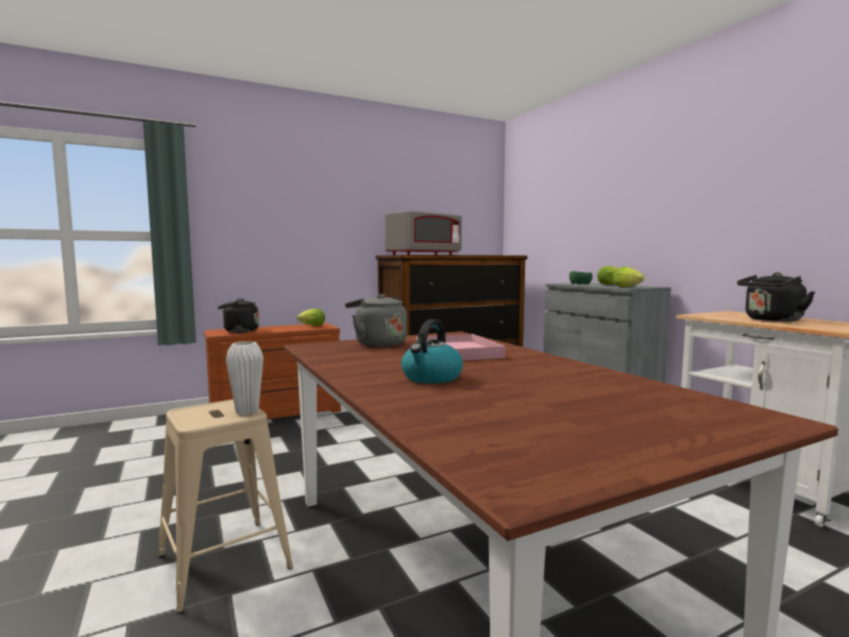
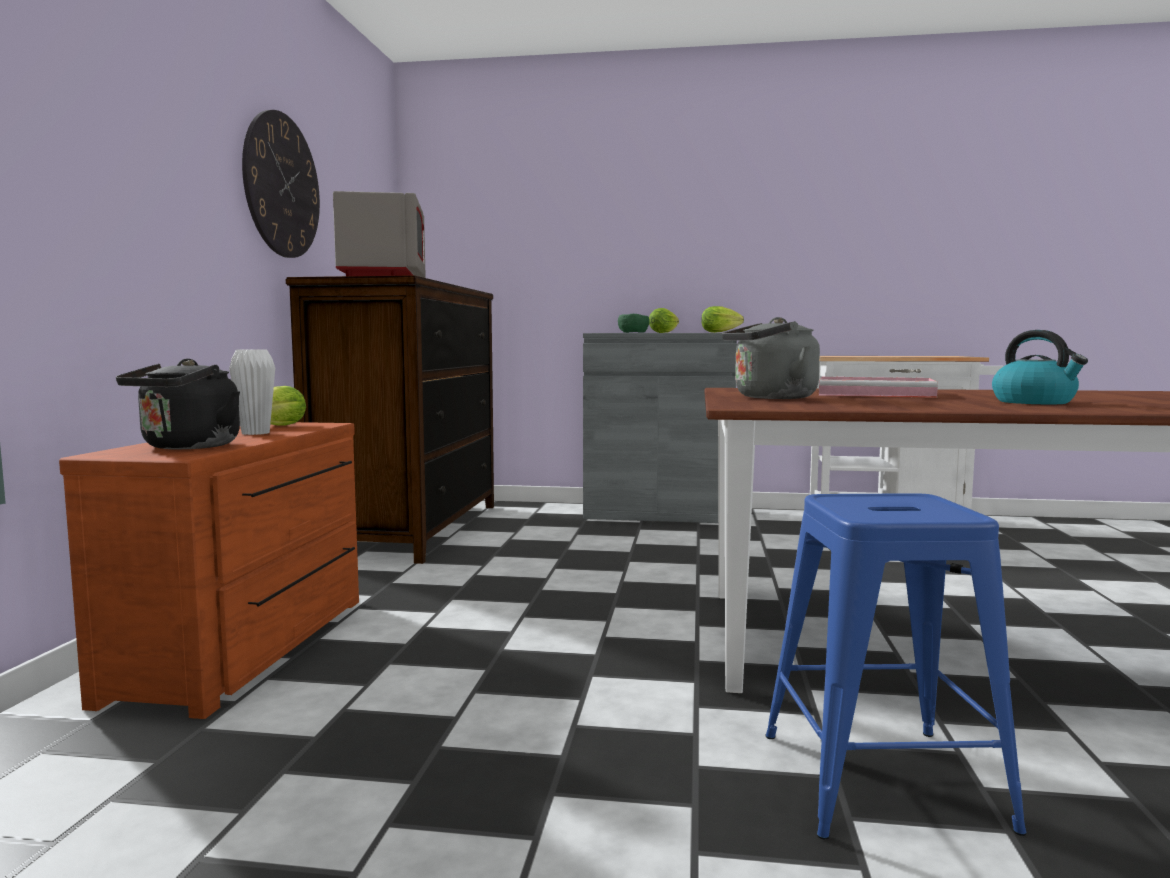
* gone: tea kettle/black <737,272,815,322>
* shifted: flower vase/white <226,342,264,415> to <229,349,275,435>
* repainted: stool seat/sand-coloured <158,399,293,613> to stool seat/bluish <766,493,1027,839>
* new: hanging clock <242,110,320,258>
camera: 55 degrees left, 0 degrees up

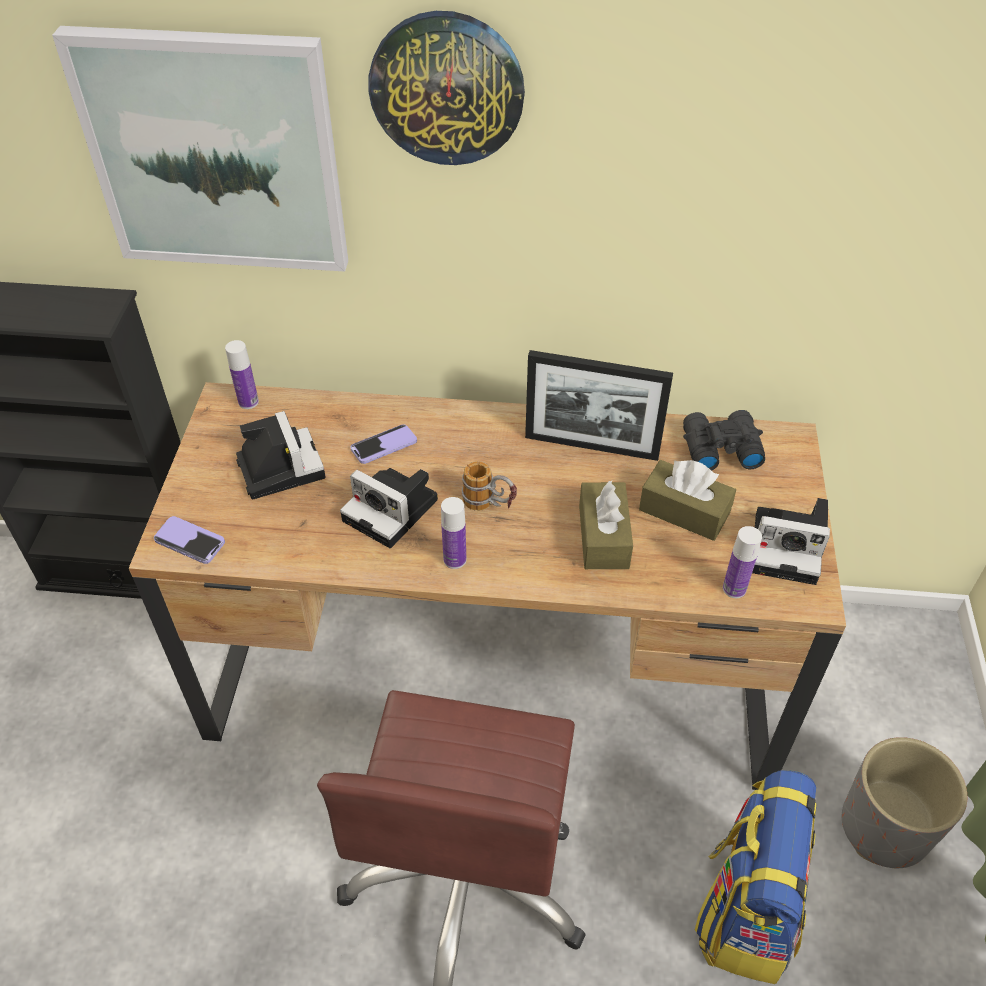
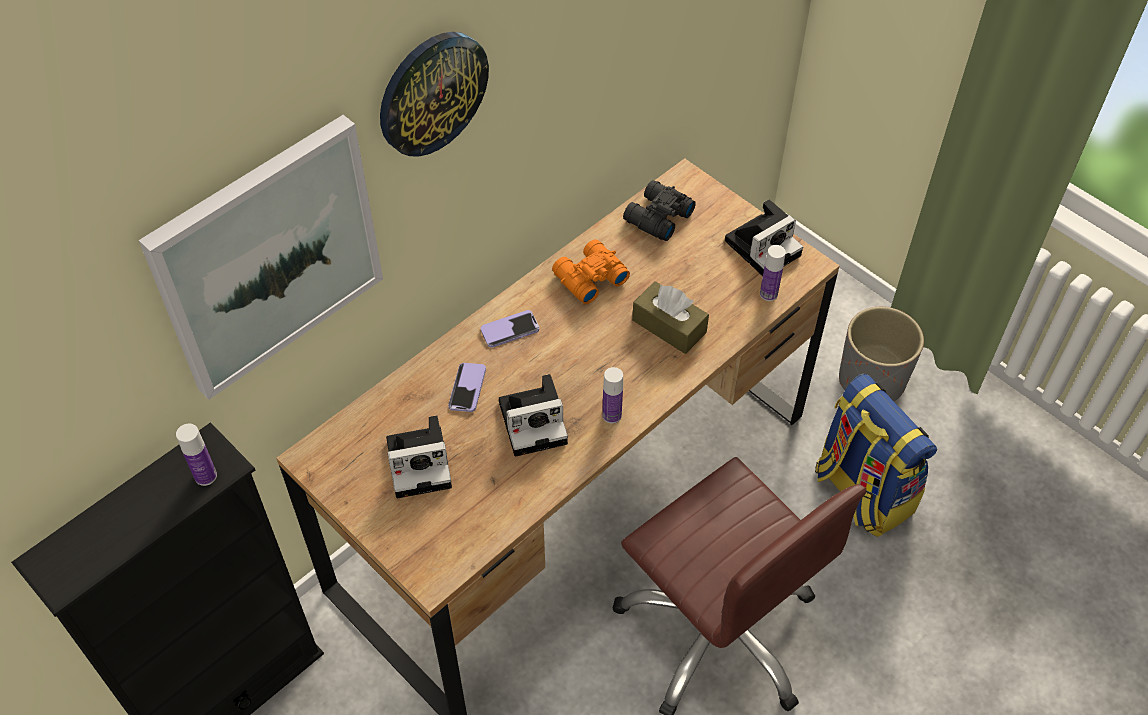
* shifted: bottle <225,340,259,409> to <176,424,217,486>
* swapped: picture frame <525,350,673,461> to pair of binoculars/orange <552,239,630,304>
* rotated: photo camera <236,411,326,500> = <386,415,452,498> 150 degrees clockwise
* gone: box of tissues/brown <639,460,736,541>
* gone: tea mug <462,461,517,511>
* shifted: phone <154,516,225,564> to <481,310,539,348>
camera: 50 degrees left, 5 degrees up

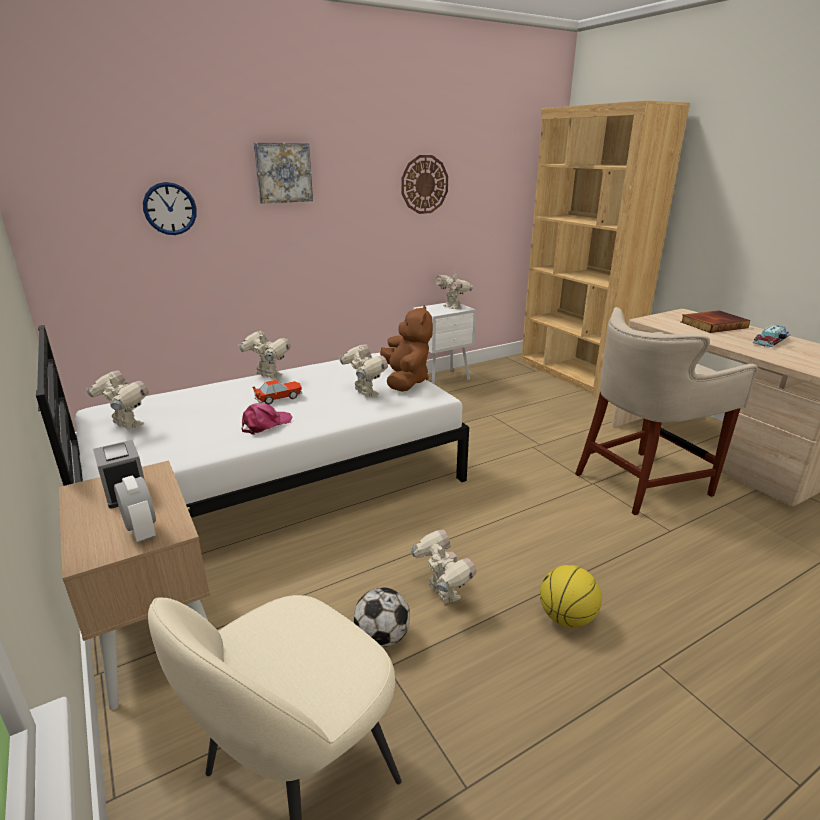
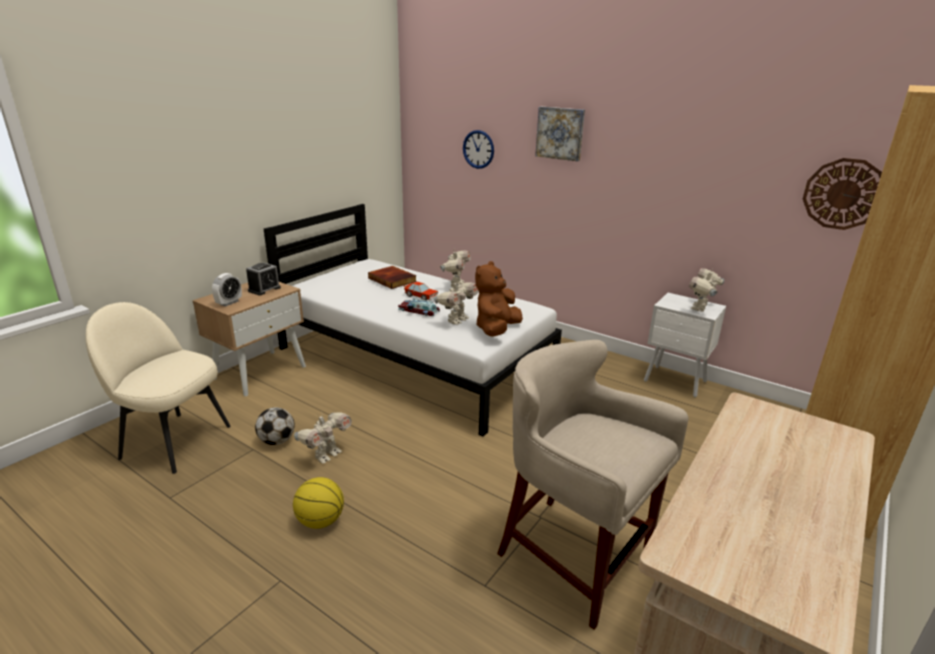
* shifted: hanging clock <401,155,448,214> to <803,158,882,230>
* rotated: plush toy/brown <380,305,433,392> = <475,261,523,337> 150 degrees clockwise
* shifted: volume <681,310,750,333> to <368,266,417,289>
* shifted: model car <753,324,791,347> to <398,298,440,316>
* gone: robot figure <86,370,149,430>
* gone: peaked cap/pink-coloured <242,403,293,435>
camera: 65 degrees right, 0 degrees up

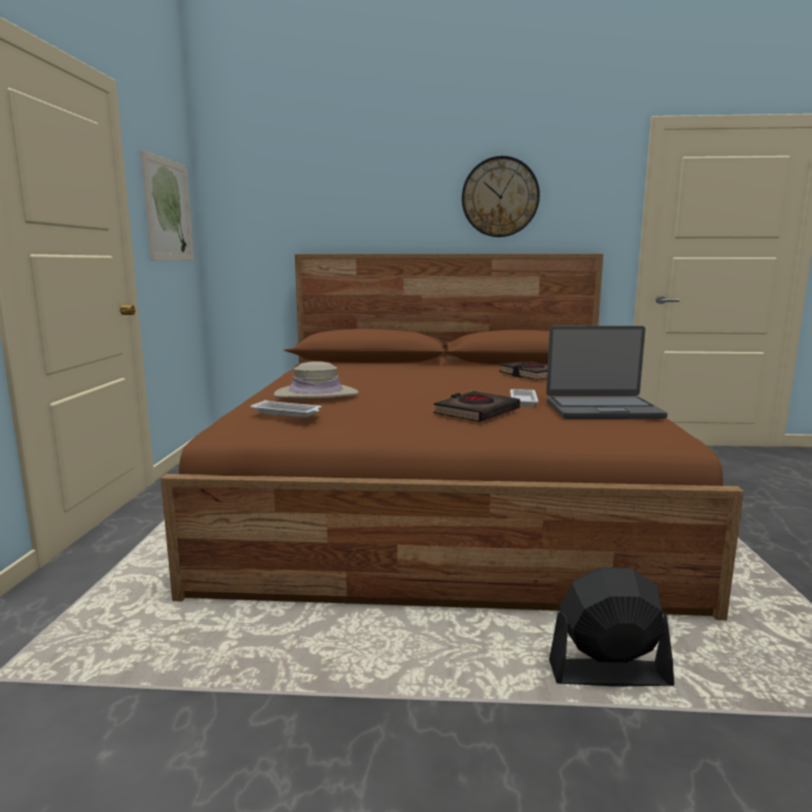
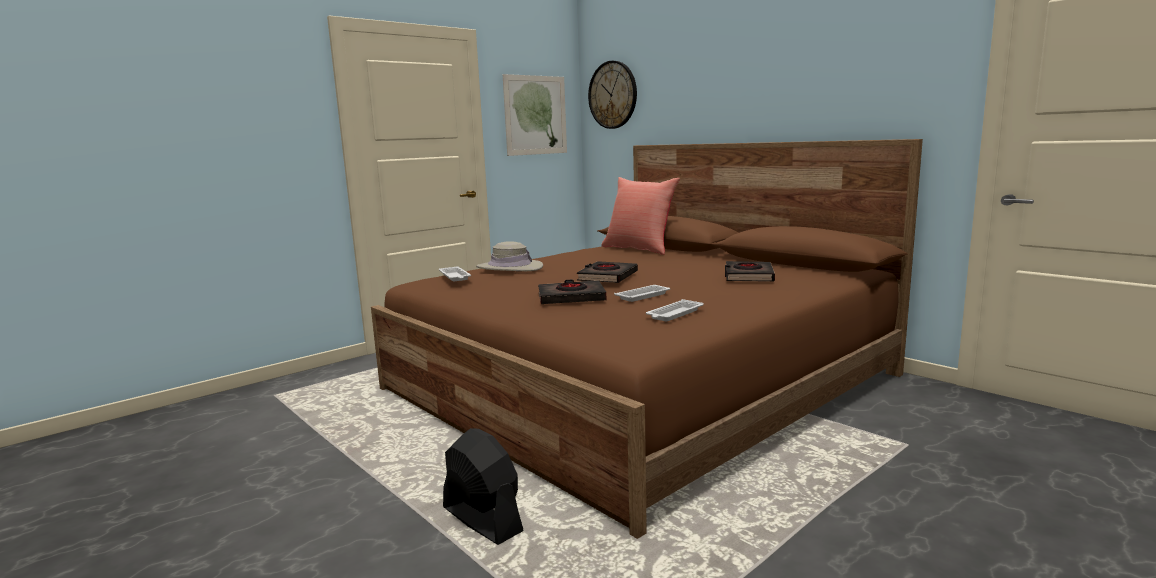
* shifted: hanging clock <462,156,540,237> to <588,61,637,129>
* swapped: notebook computer <546,326,668,419> to serving tray/white <646,299,704,321>
* new: throw pillow/reddish <602,177,680,255>
* new: volume/black <577,261,638,283>
camera: 45 degrees right, 0 degrees up

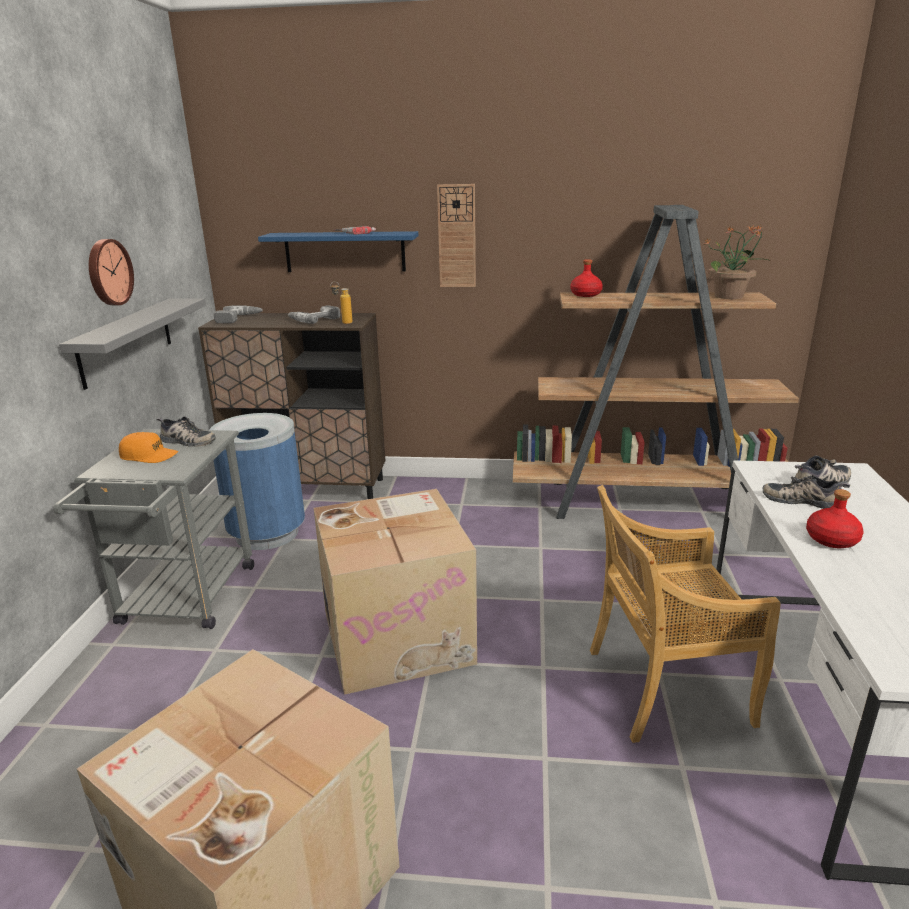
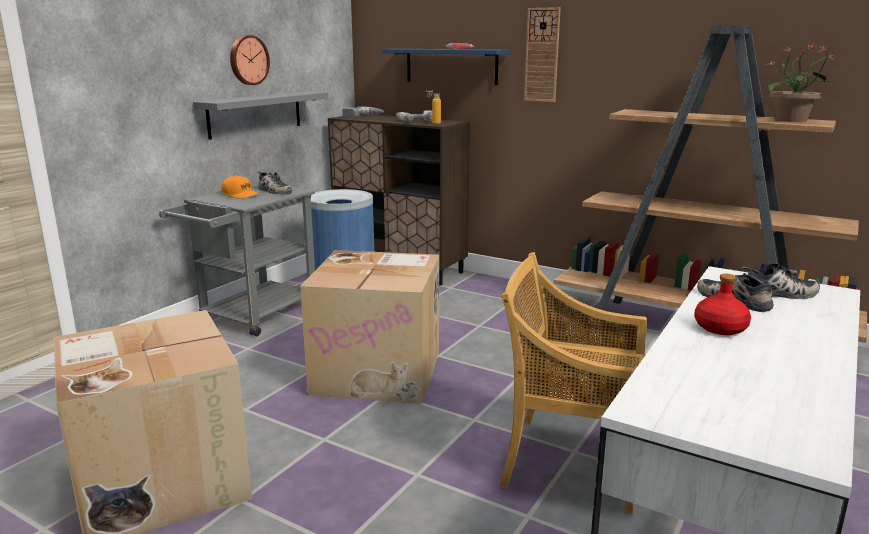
* gone: bottle/reddish <570,259,603,297>
camera: 25 degrees right, 5 degrees down

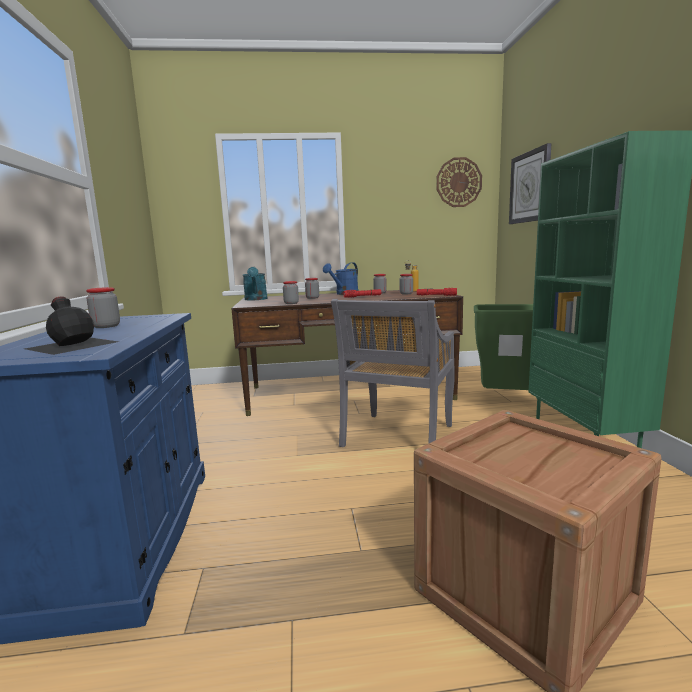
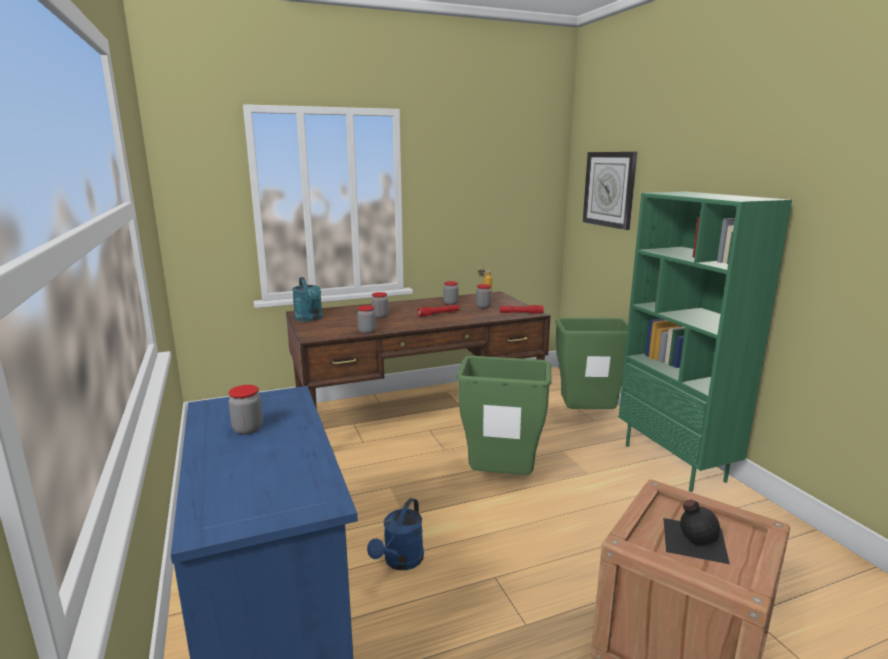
* gone: hanging clock <436,157,482,207>
* shifted: watering can/bluish <323,262,359,295> to <367,498,424,570>
* shifted: bottle/black <25,296,119,355> to <663,499,730,564>
* swapped: chair/gray <331,299,455,447> to trash can/green-coloured <457,356,552,475>
camera: 15 degrees left, 5 degrees up

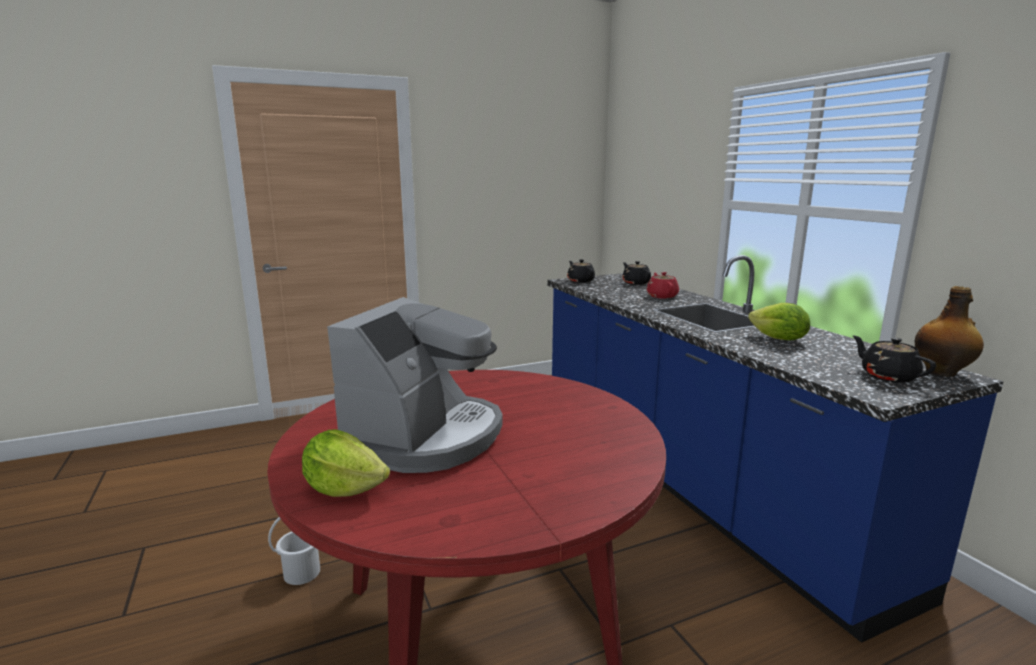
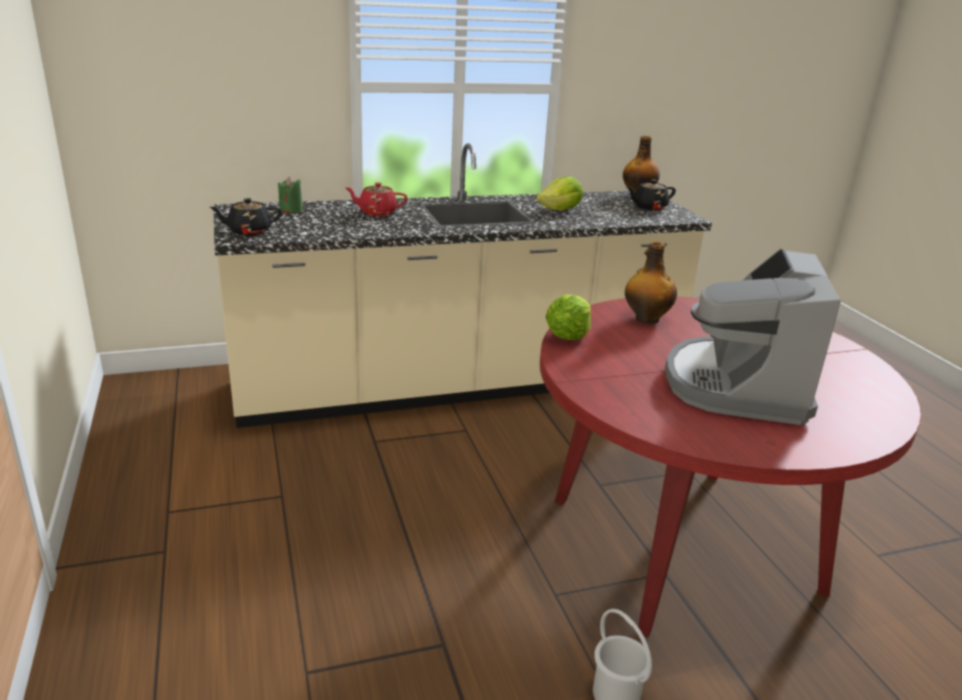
* repainted: counter/bluish <547,255,1004,643> to counter/sand-coloured <213,143,712,428>
* swapped: teapot/black <622,261,651,285> to wax light/green-coloured <278,177,303,213>
* rotated: coffee machine <327,297,503,473> = <665,248,841,425> 105 degrees counterclockwise
* shifted: lettuce <302,429,390,497> to <545,294,591,340>
* new: bottle <625,241,677,324>
camera: 85 degrees left, 10 degrees up

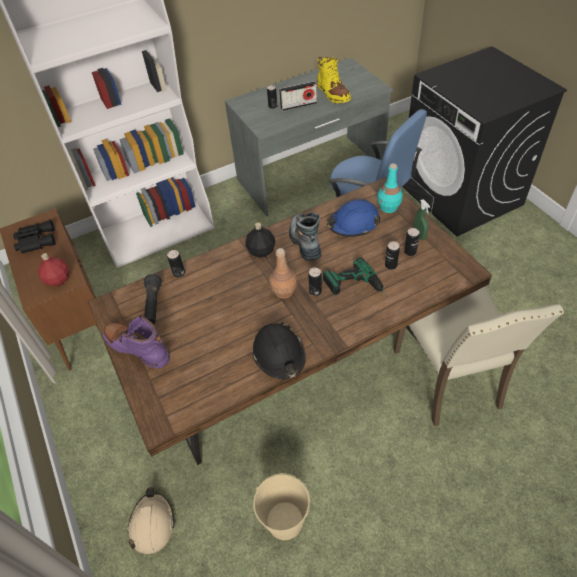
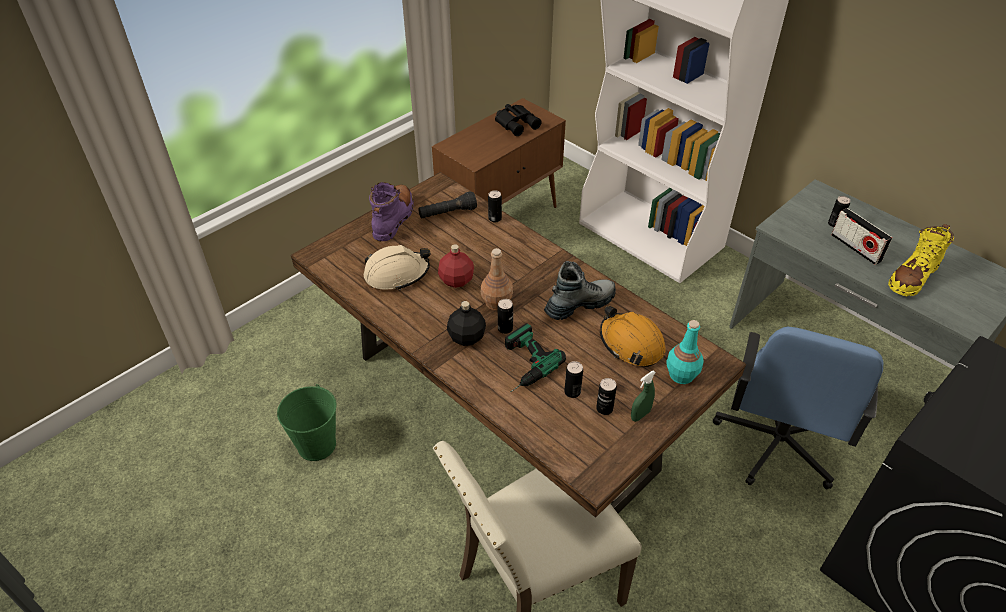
* repainted: safety helmet/bluish <327,199,380,237> to safety helmet/orange <600,306,666,367>
* shifted: bottle/black <246,223,275,258> to <447,301,486,346>
* shifted: bottle/reddish <38,253,70,287> to <438,244,474,288>
* gone: safety helmet/black <253,322,306,379>
* repainted: water bucket/sand-coloured <253,473,310,540> to water bucket/green-coloured <277,384,336,461>
* shifted: safety helmet/sand-coloured <128,487,174,554> to <364,245,430,290>
camera: 70 degrees right, 5 degrees down

